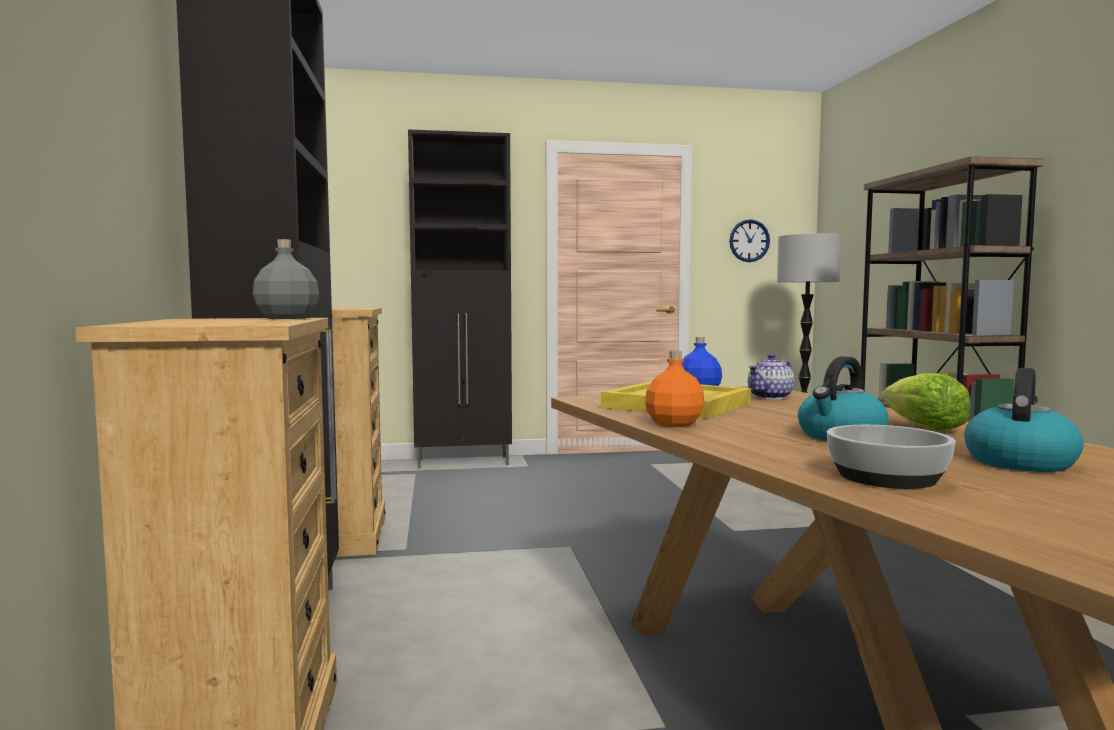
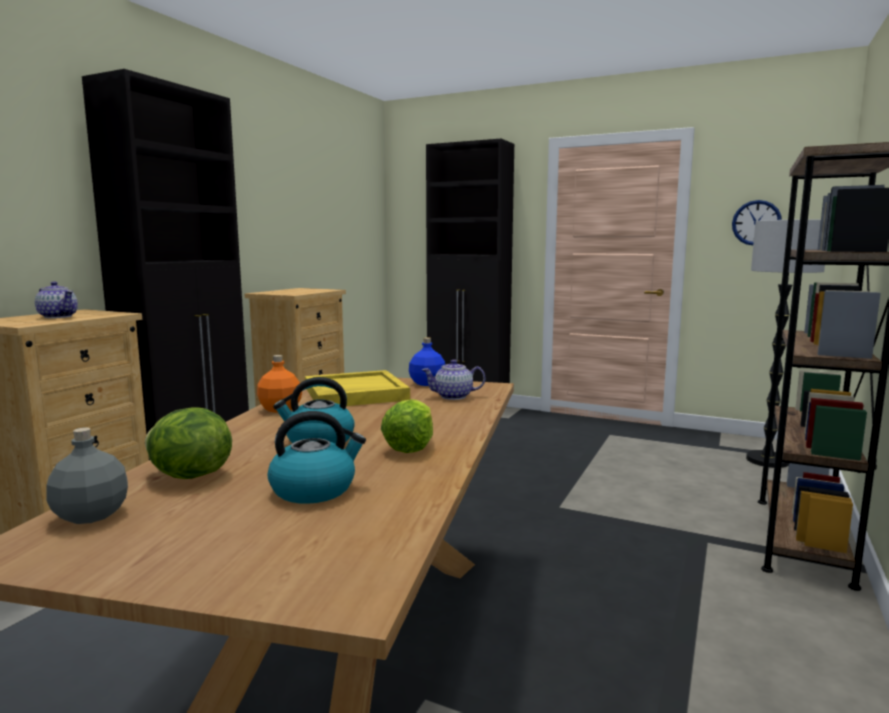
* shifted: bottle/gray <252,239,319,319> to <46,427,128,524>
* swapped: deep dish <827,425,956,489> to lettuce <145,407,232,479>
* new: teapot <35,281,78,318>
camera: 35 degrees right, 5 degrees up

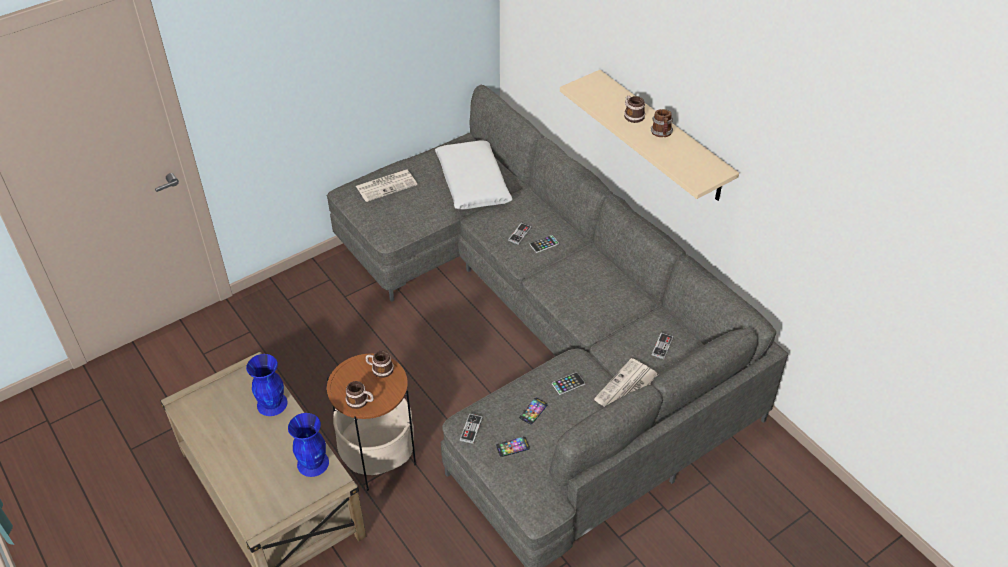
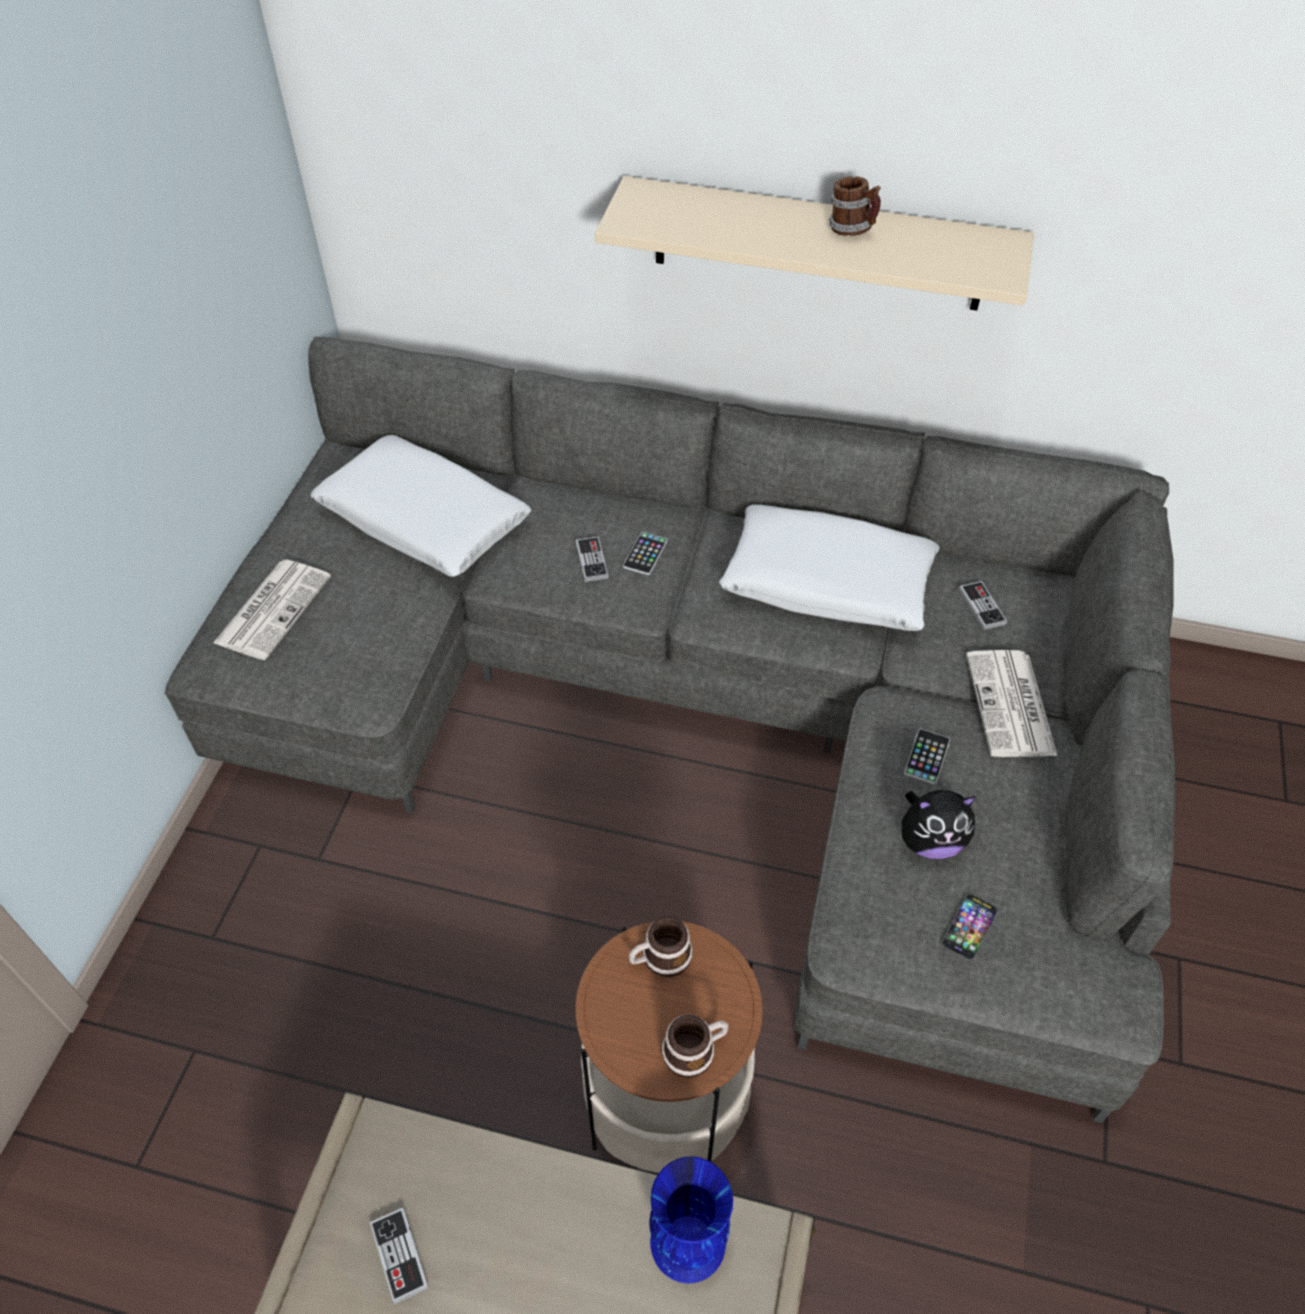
* gone: tea mug <624,96,645,123>
* gone: flower vase/bluish <246,354,287,416>
* swapped: phone <519,398,547,424> to plush toy <902,790,976,859>
* shifted: gamepad <460,413,483,444> to <370,1207,429,1304>
* new: throw pillow/white <719,505,939,631>
camera: 40 degrees left, 5 degrees up

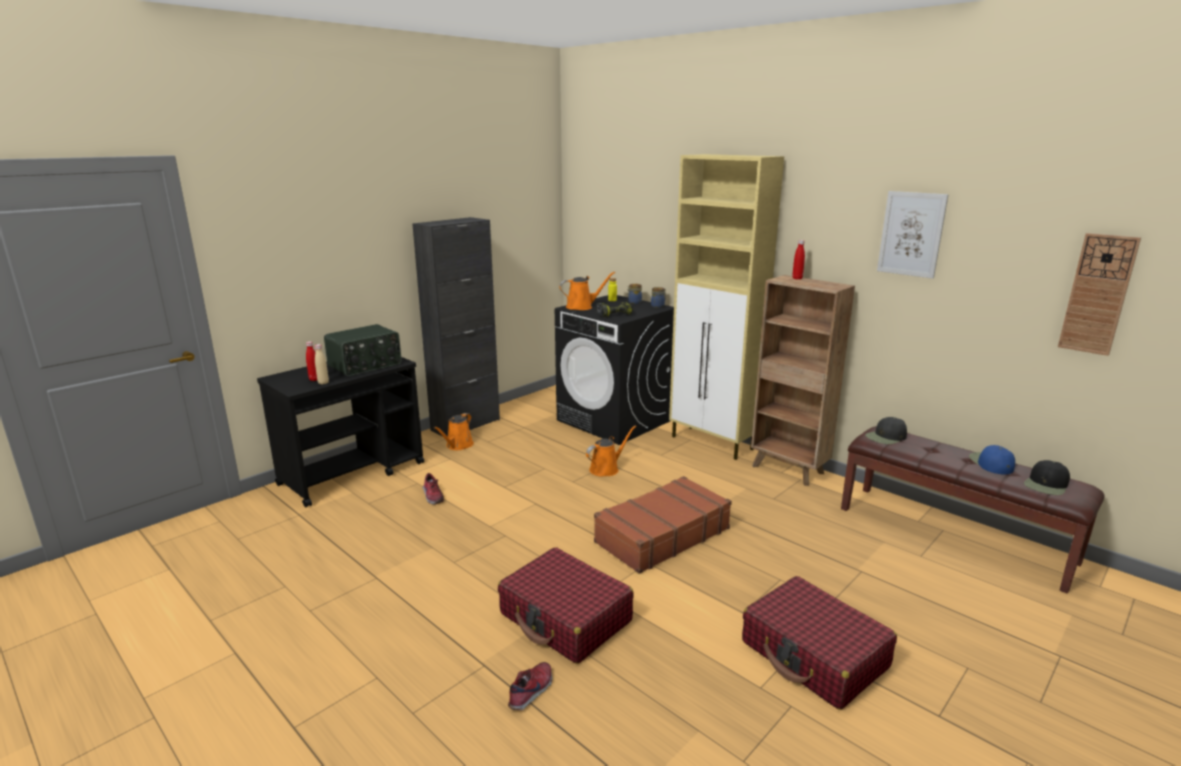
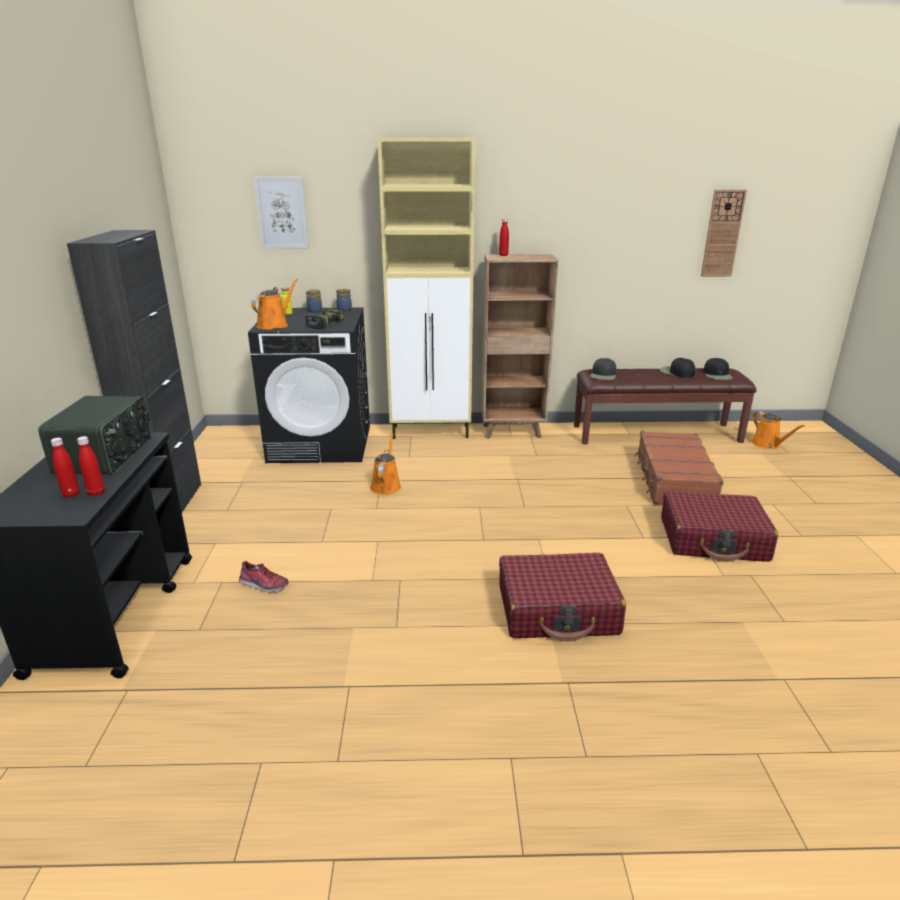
* shifted: wall picture <877,191,948,279> to <254,177,309,249>
* repainted: bottle/sand-coloured <315,344,329,384> to bottle/reddish <77,436,105,496>
* shifted: watering can/orange <433,413,474,450> to <751,411,805,449>
* repainted: peaked cap/bluish <969,445,1015,475> to peaked cap/black <660,358,696,377>
* shifted: travel case/brown <594,476,732,574> to <635,431,724,505>
* gone: low shoe <508,662,552,710>
camera: 45 degrees left, 5 degrees up

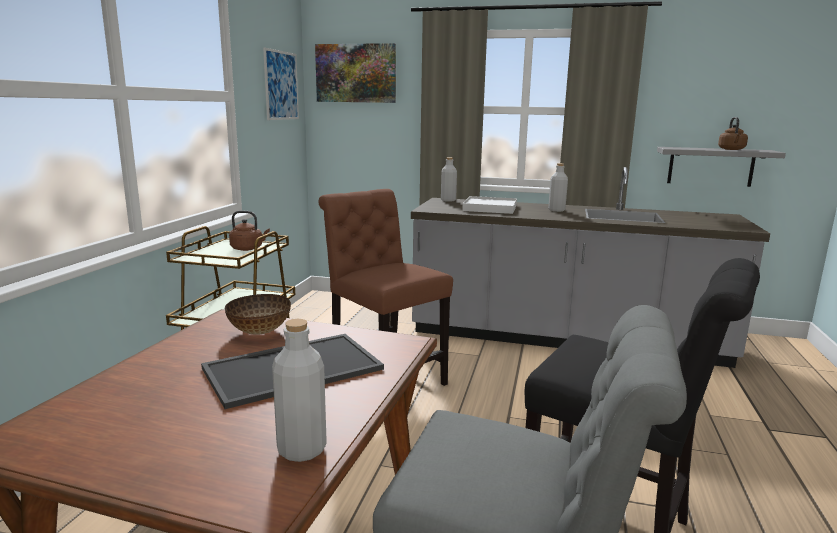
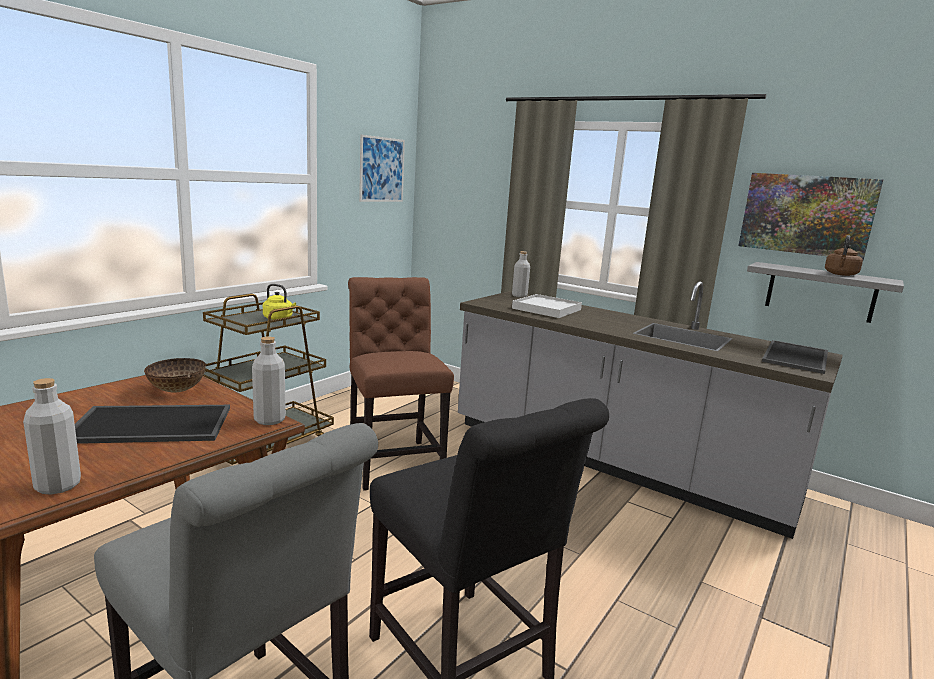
* shifted: wall picture <315,43,396,103> to <738,173,883,260>
* shifted: bottle/gray <548,163,568,212> to <252,337,286,425>
* repainted: tea kettle/brown <229,211,270,251> to tea kettle/yellowish <263,284,296,320>
* new: serving tray <762,340,828,374>
camera: 20 degrees right, 0 degrees up

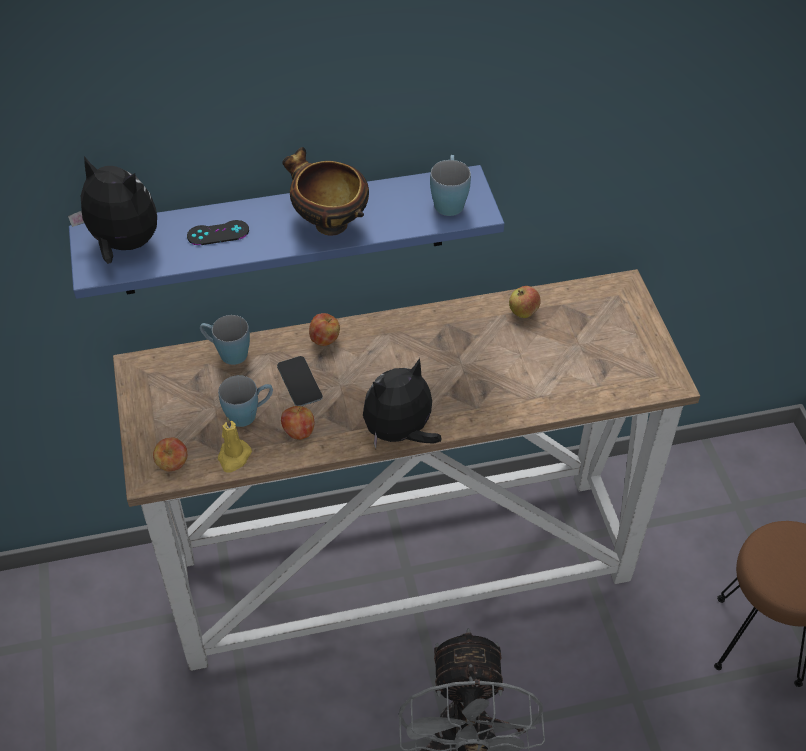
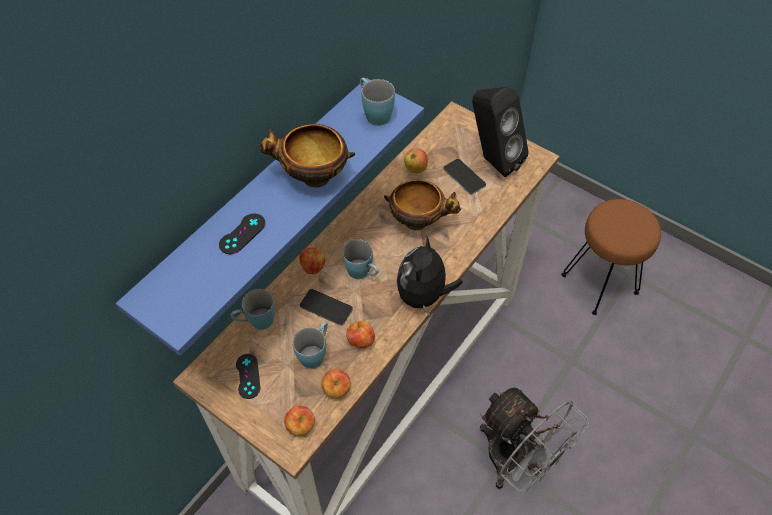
* gone: plush toy <68,156,157,264>
* swapped: wax light/yellowish <218,417,252,473> to apple <321,369,351,398>
* new: speaker/black <472,87,529,177>
* new: phone <443,159,486,194>
* new: deep dish <384,180,461,230>
* new: tea mug/bluish <342,239,379,279>
* new: gamepad/black <236,354,260,399>
camera: 40 degrees left, 5 degrees up

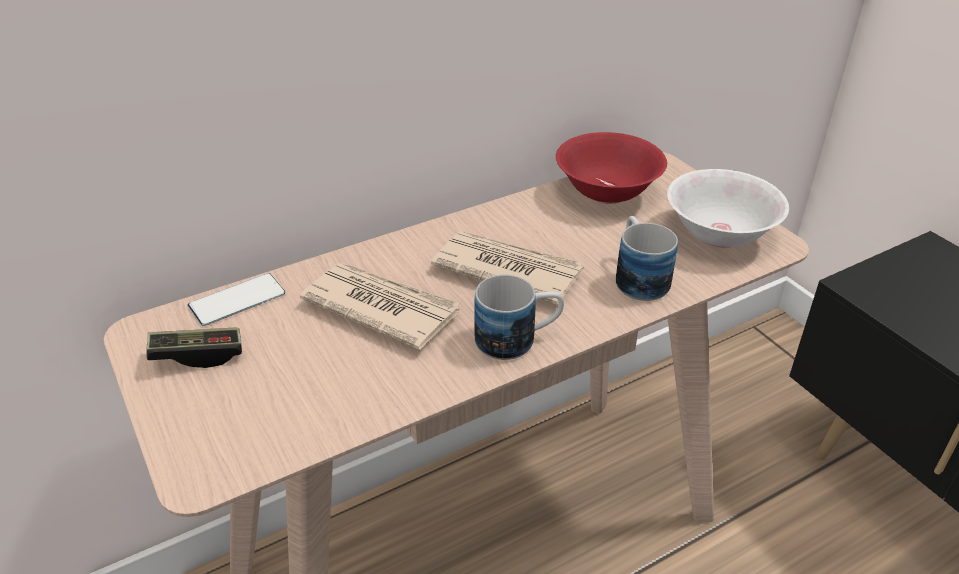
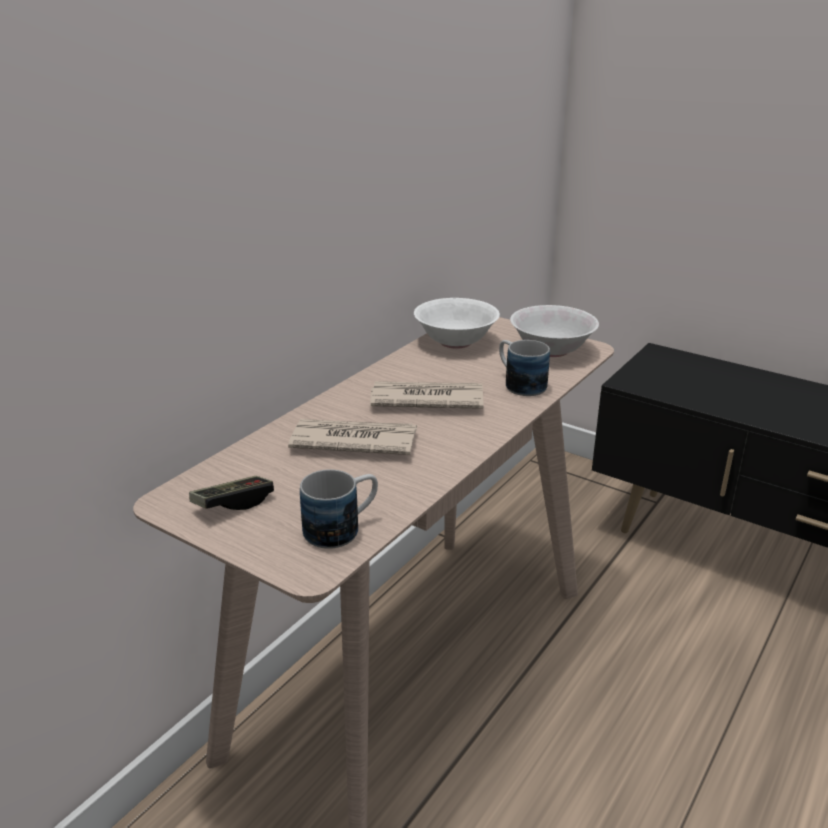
* repainted: deep dish/reddish <556,132,667,204> to deep dish/white <414,298,500,349>
* gone: phone <187,273,285,326>
* shifted: tea mug <474,275,564,360> to <300,469,378,549>
camera: 25 degrees left, 10 degrees down

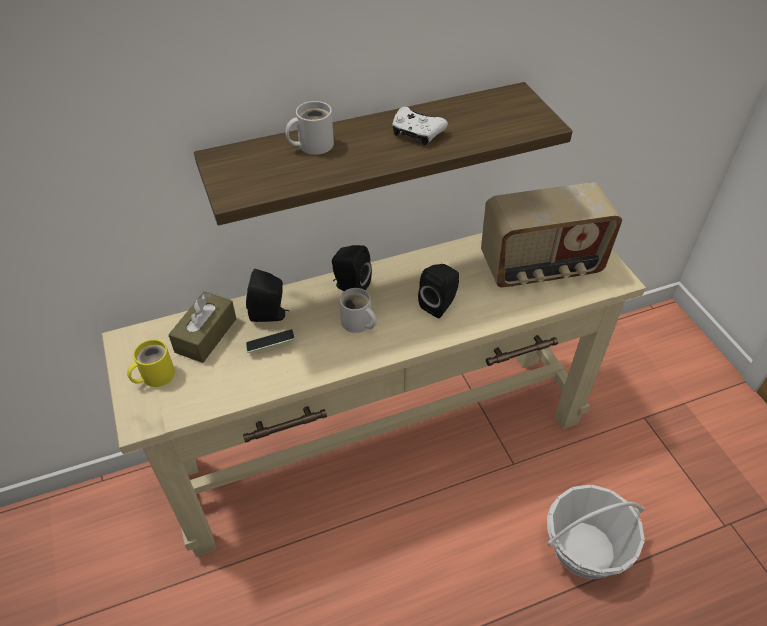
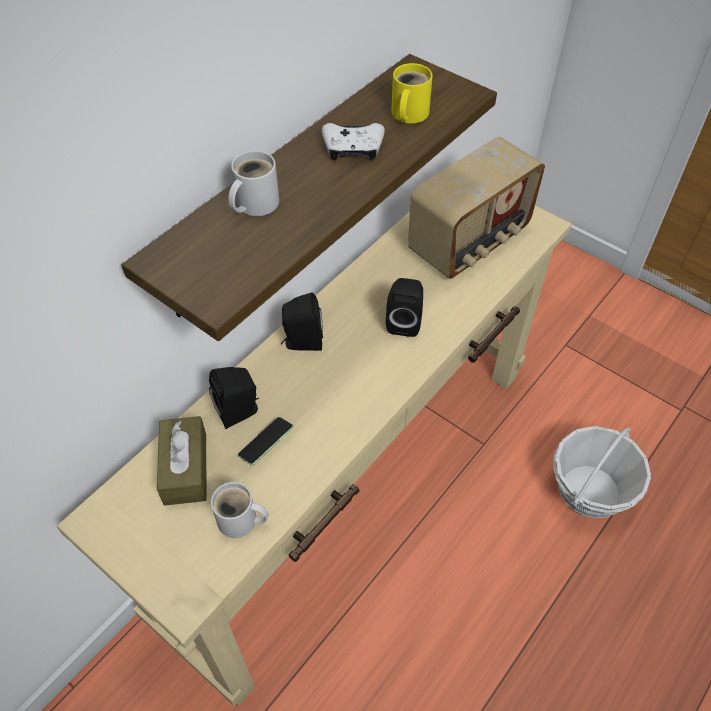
* shifted: tea mug/white <340,288,377,333> to <211,482,269,538>
* shifted: tea mug/yellowish <127,339,175,387> to <391,63,433,124>
camera: 30 degrees left, 5 degrees up

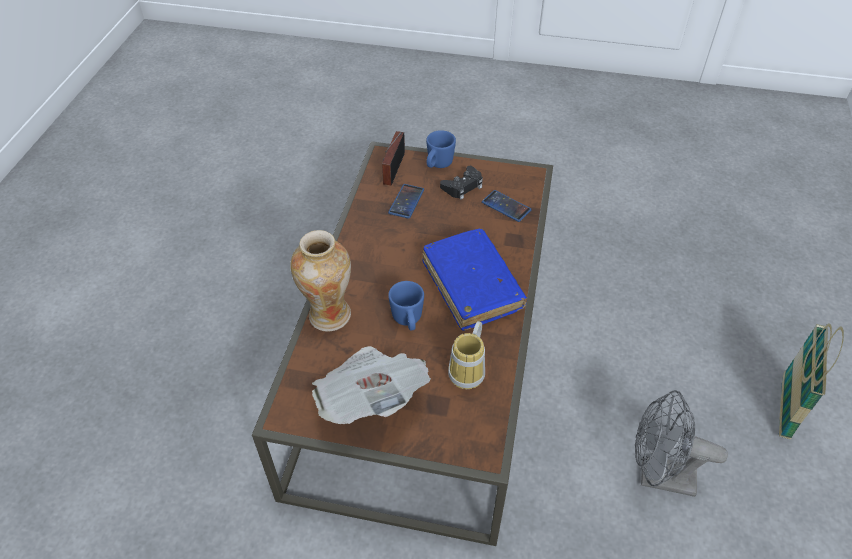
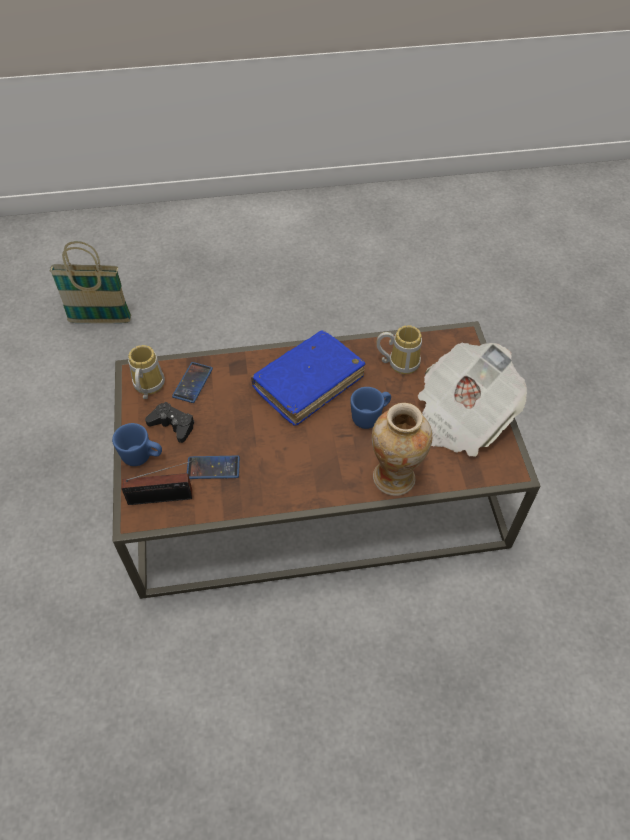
* shifted: household basket <779,323,844,440> to <50,241,131,323>
* gone: cooling fan/gray <635,390,728,497>
* new: tea mug <128,345,165,399>
camera: 110 degrees left, 5 degrees up

